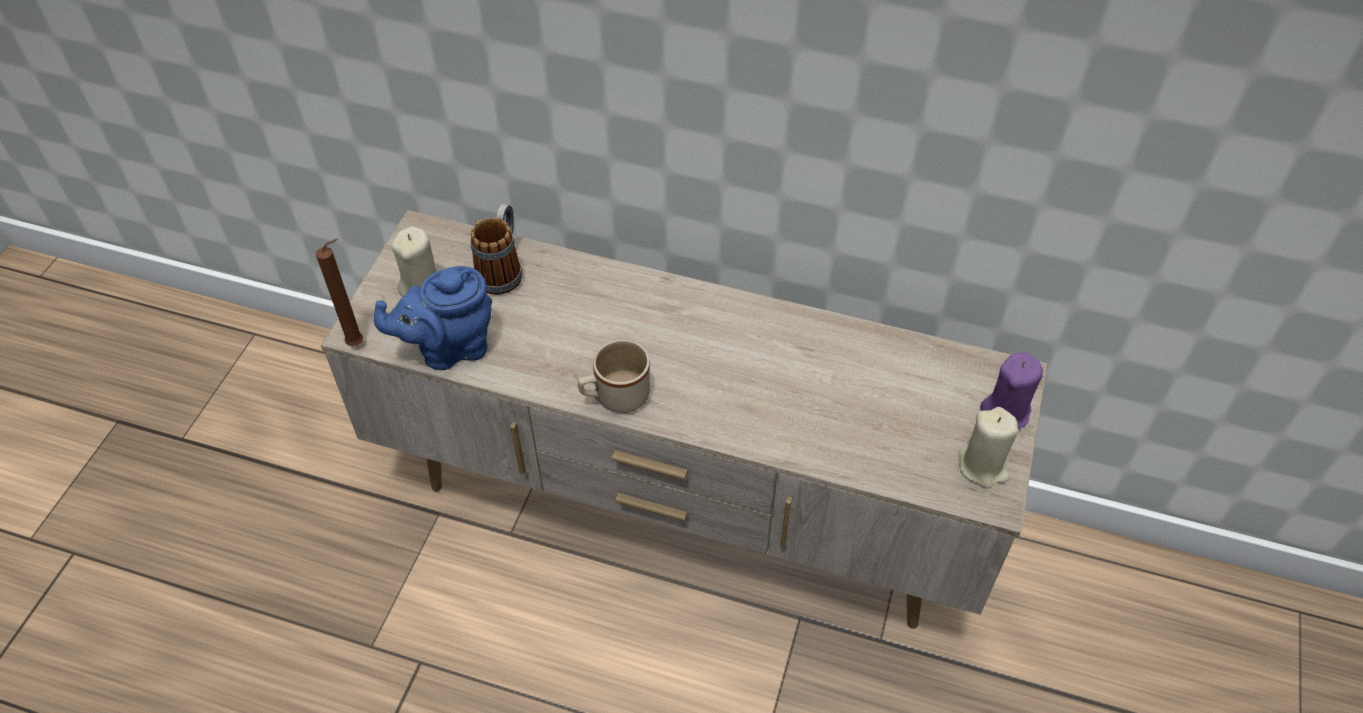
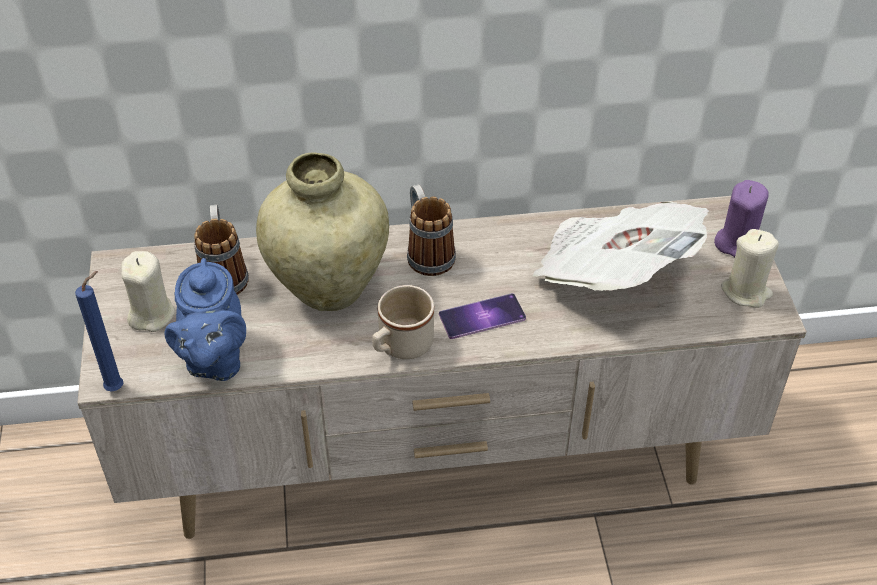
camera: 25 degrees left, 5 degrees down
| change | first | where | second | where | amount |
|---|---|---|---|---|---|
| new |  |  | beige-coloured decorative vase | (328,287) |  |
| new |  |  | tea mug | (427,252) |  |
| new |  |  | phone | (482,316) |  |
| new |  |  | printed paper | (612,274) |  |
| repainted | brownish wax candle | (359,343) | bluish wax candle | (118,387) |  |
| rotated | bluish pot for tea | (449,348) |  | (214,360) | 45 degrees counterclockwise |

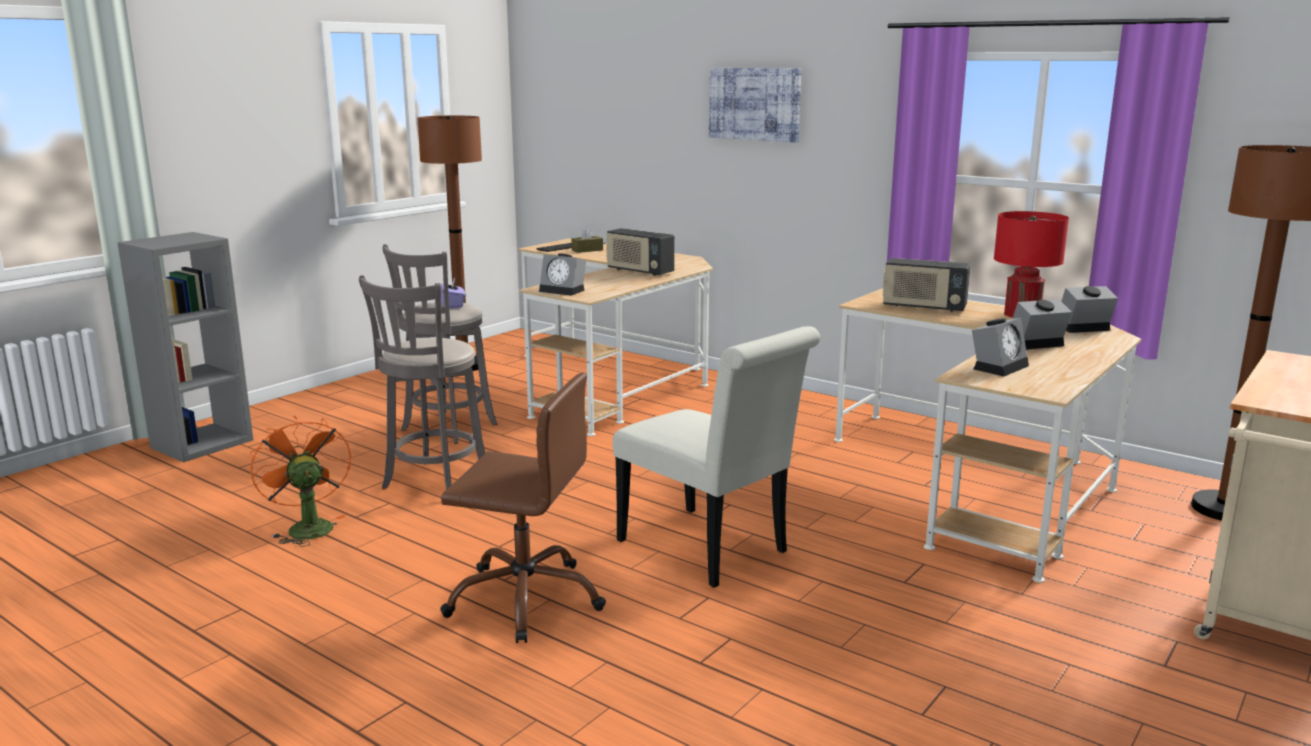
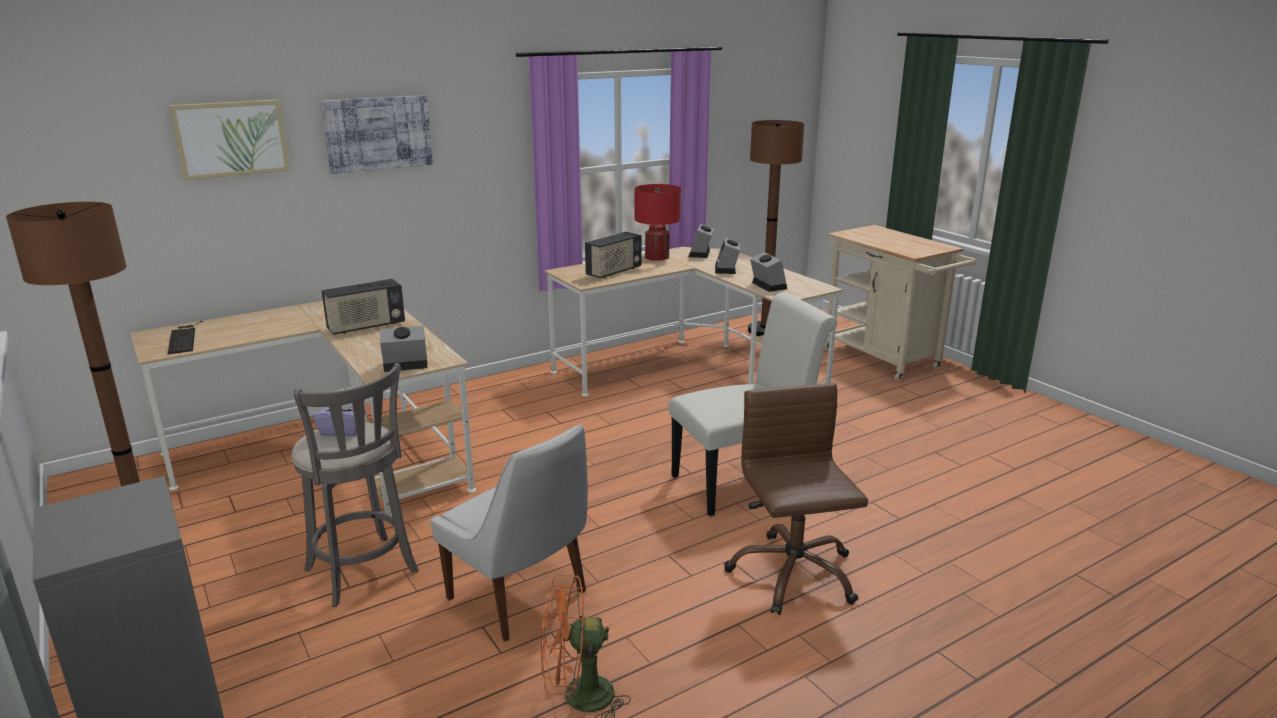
camera: 70 degrees left, 5 degrees up
| change | first | where | second | where | amount |
|---|---|---|---|---|---|
| gone | brownish box of tissues | (587,250) |  |  |  |
| new |  |  | wall picture | (231,138) |  |
| swapped | grey stool seat | (434,483) | white upright chair | (520,597) |  |
| rotated | brownish office chair | (525,599) |  | (792,574) | 45 degrees counterclockwise |
| rotated | table clock | (564,290) |  | (404,365) | 150 degrees counterclockwise |

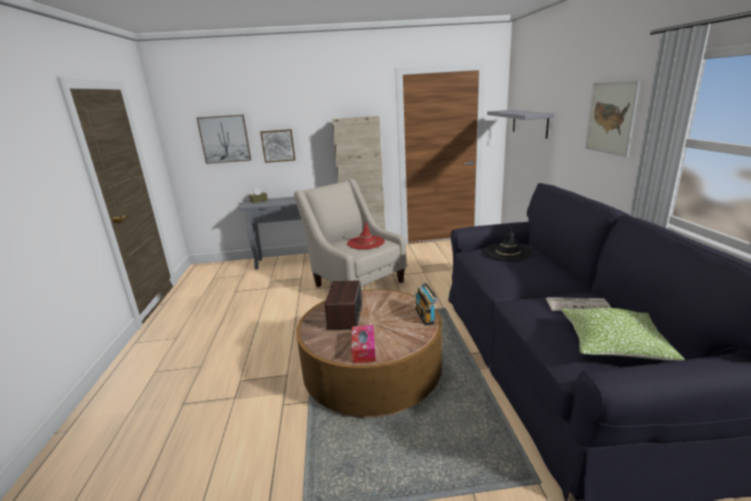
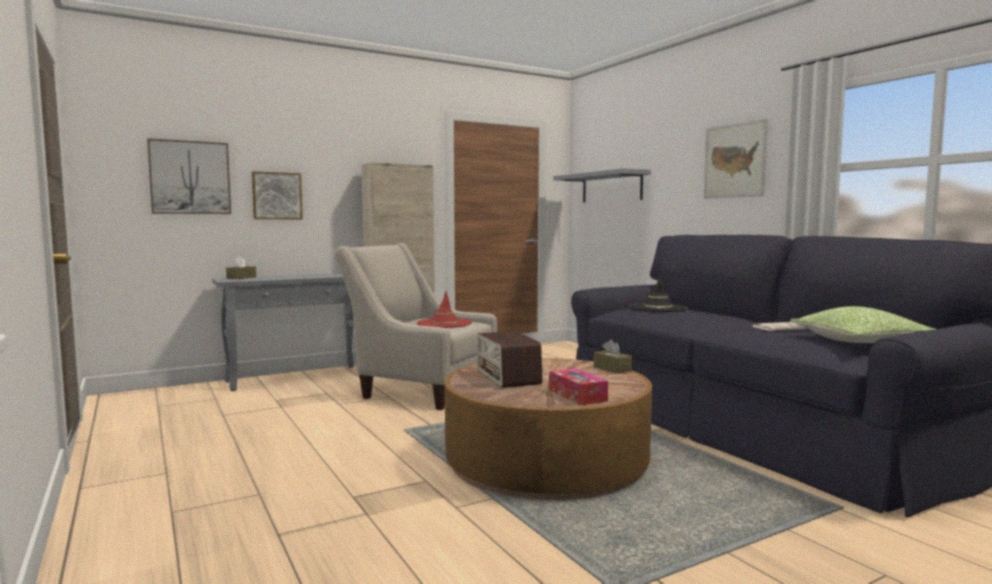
camera: 25 degrees left, 15 degrees down
| change | first | where | second | where | amount |
|---|---|---|---|---|---|
| swapped | radio | (426,315) | brownish box of tissues | (612,369) |  |

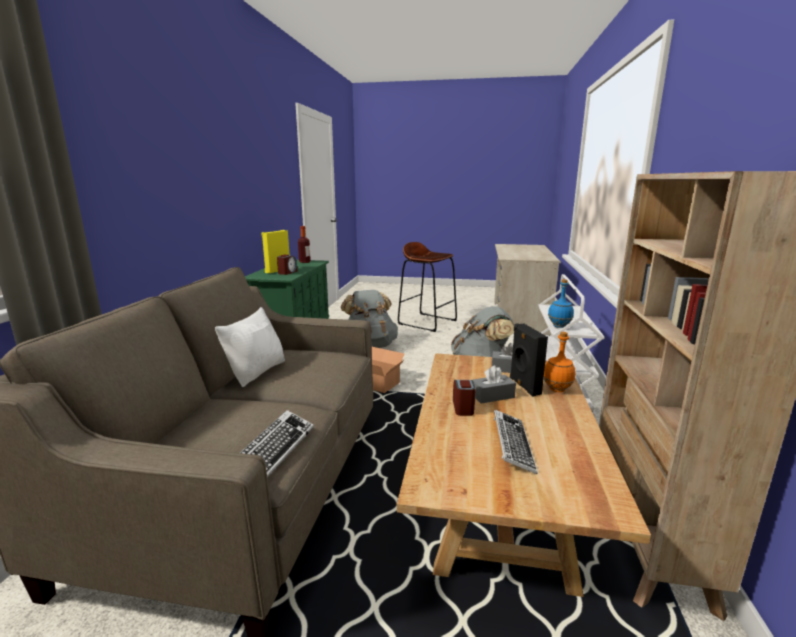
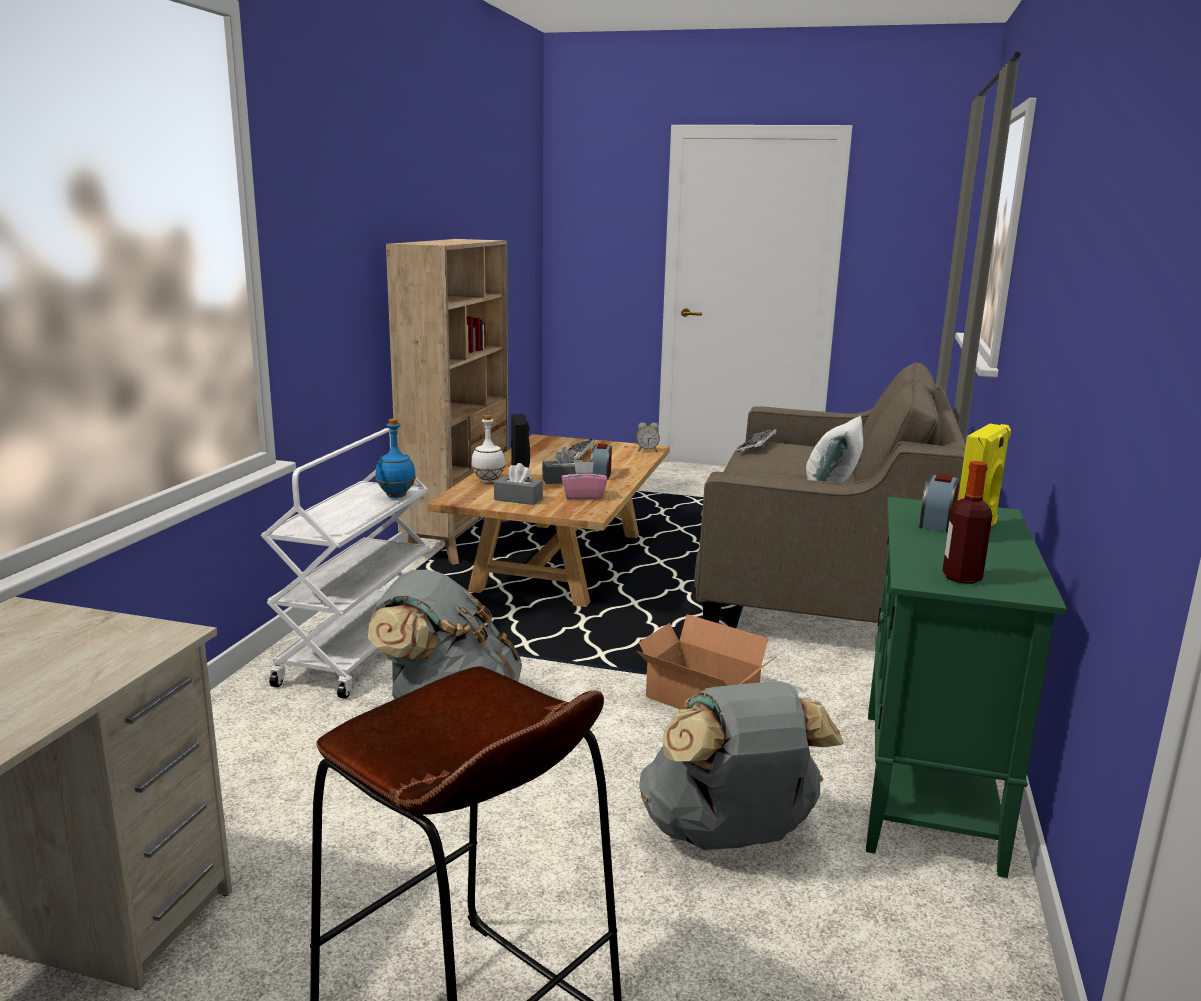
camera: 175 degrees left, 0 degrees up
| change | first | where | second | where | amount |
|---|---|---|---|---|---|
| new |  |  | pinkish box of tissues | (583,496) |  |
| new |  |  | table clock | (647,451) |  |
| repainted | orangey bottle | (557,390) | white bottle | (488,481) |  |

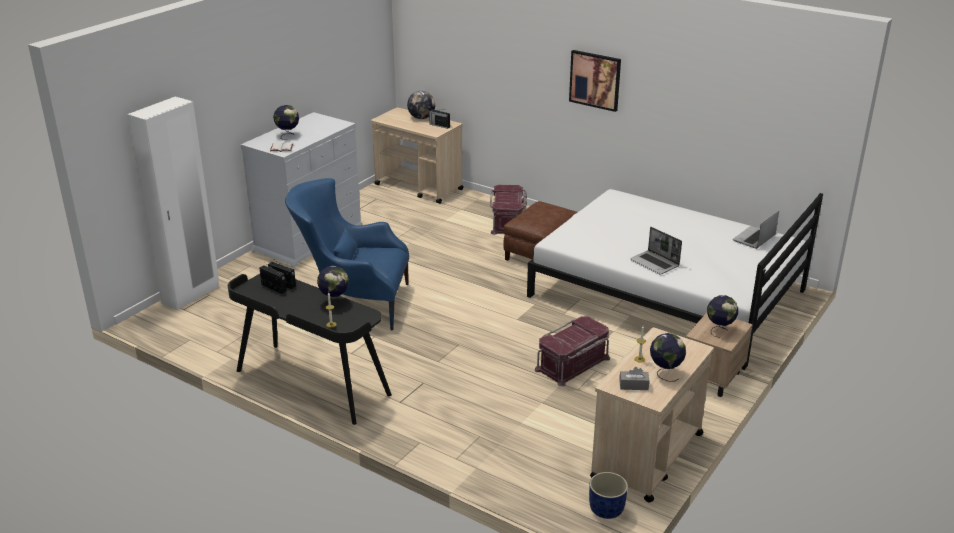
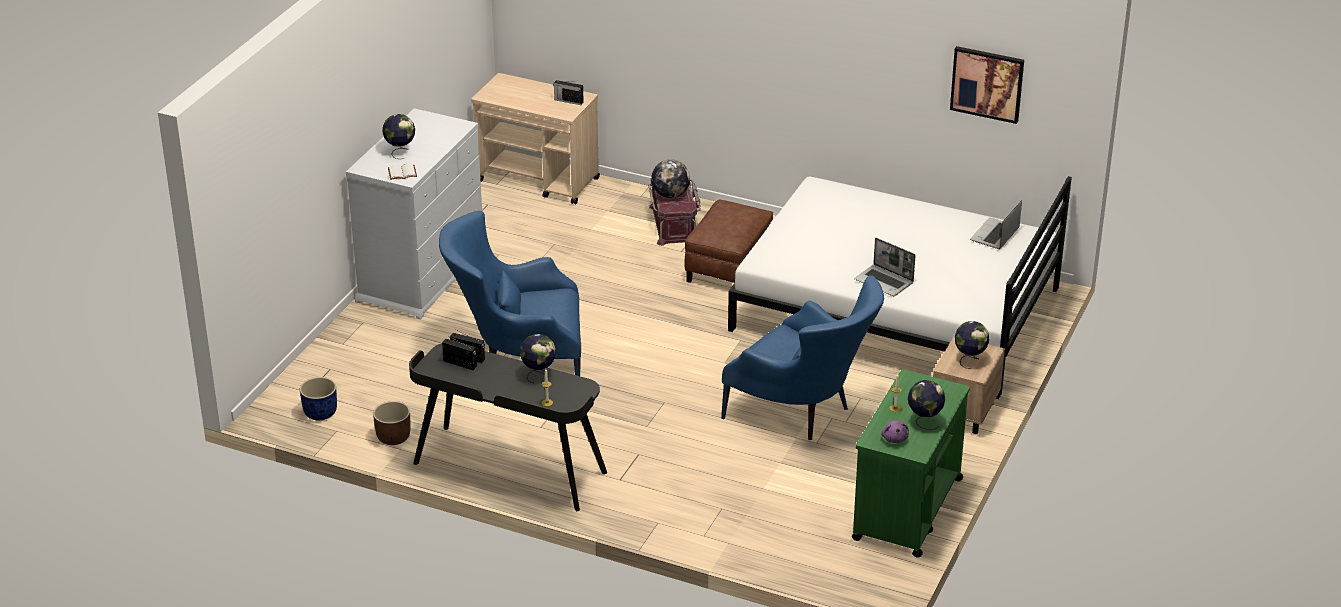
camera: 10 degrees left, 5 degrees up
| change | first | where | second | where | amount |
|---|---|---|---|---|---|
| gone | white armoire | (191,295) |  |  |  |
| new |  |  | brownish flower pot | (393,438) |  |
| shifted | desk globe | (421,118) |  | (670,195) |  |
| shifted | wall picture | (595,80) |  | (987,83) |  |
| shifted | bluish flower pot | (606,509) |  | (320,412) |  |
| swapped | reddish storage container | (573,364) | bluish easy chair | (804,413) |  |
| swapped | grey box of tissues | (633,385) | purple-coloured cuddly toy | (894,438) |  |
| repainted | beige-coloured trolley | (647,456) | green trolley | (907,509) |  |

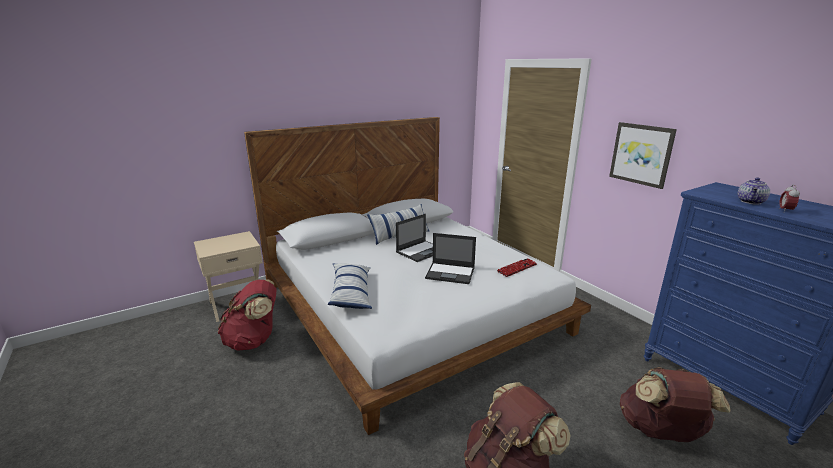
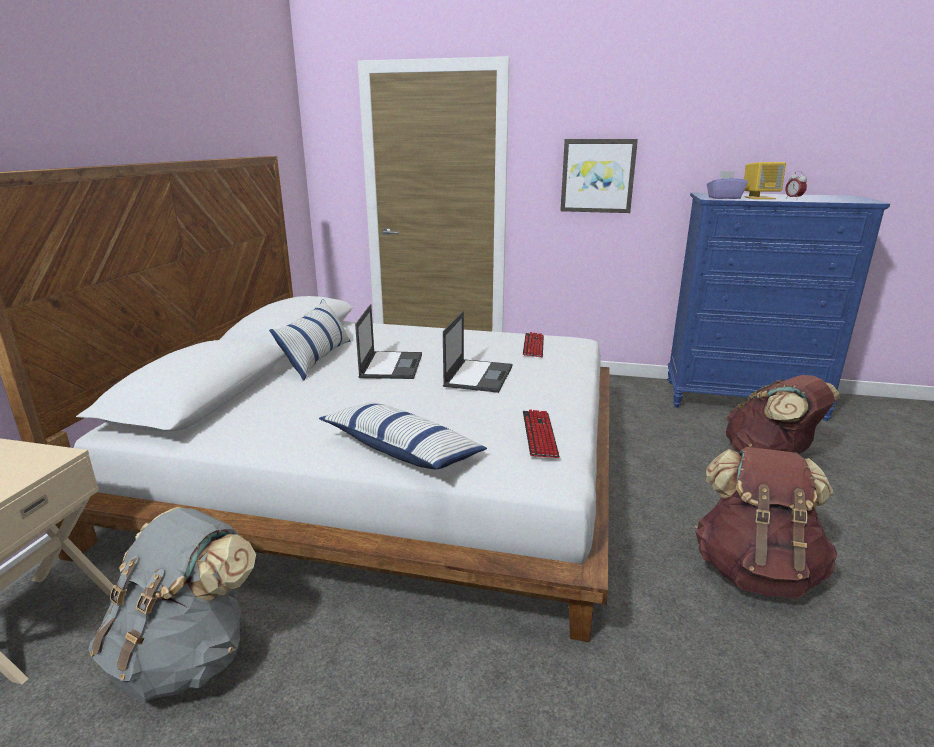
camera: 45 degrees left, 0 degrees up
| change | first | where | second | where | amount |
|---|---|---|---|---|---|
| new |  |  | PC keyboard | (539,434) |  |
| new |  |  | purple-coloured box of tissues | (724,198) |  |
| swapped | pot for tea | (751,202) | yellowish speaker | (759,198) |  |
| repainted | reddish backpack | (254,340) | grey backpack | (187,656) |  |
| rotated | portable computer | (451,273) |  | (478,376) | 45 degrees counterclockwise |

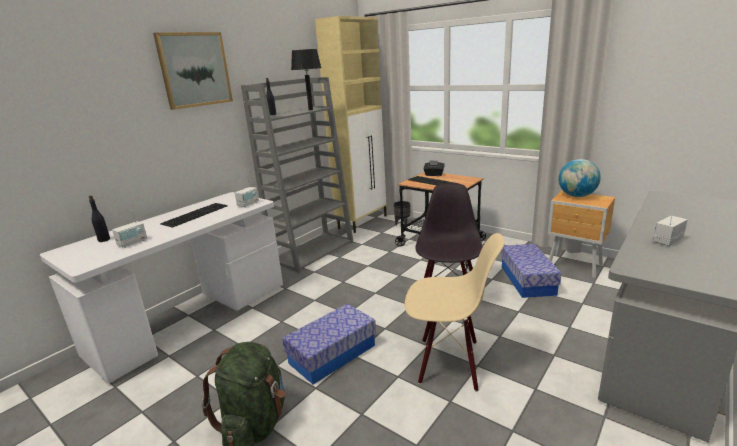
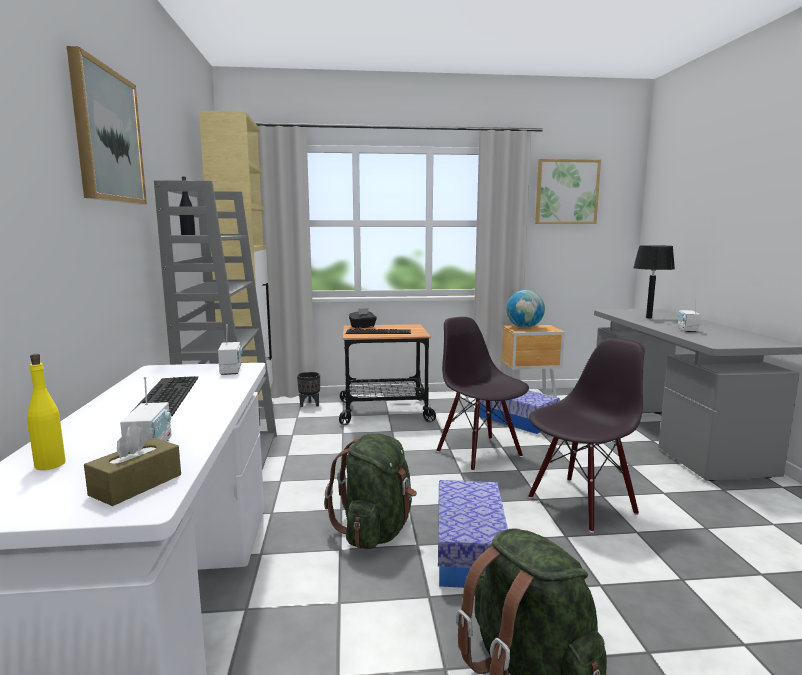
camera: 45 degrees left, 10 degrees down
| change | first | where | second | where | amount |
|---|---|---|---|---|---|
| new |  |  | brownish box of tissues | (136,485) |  |
| new |  |  | green backpack | (376,531) |  |
| new |  |  | wall picture | (566,192) |  |
| shifted | black-coloured tabletop lamp | (310,110) |  | (648,317) |  |
| repainted | black-coloured bottle | (104,240) | yellowish bottle | (49,464) |  |
| repainted | beige-coloured upright chair | (449,363) | black-coloured upright chair | (581,504) |  |

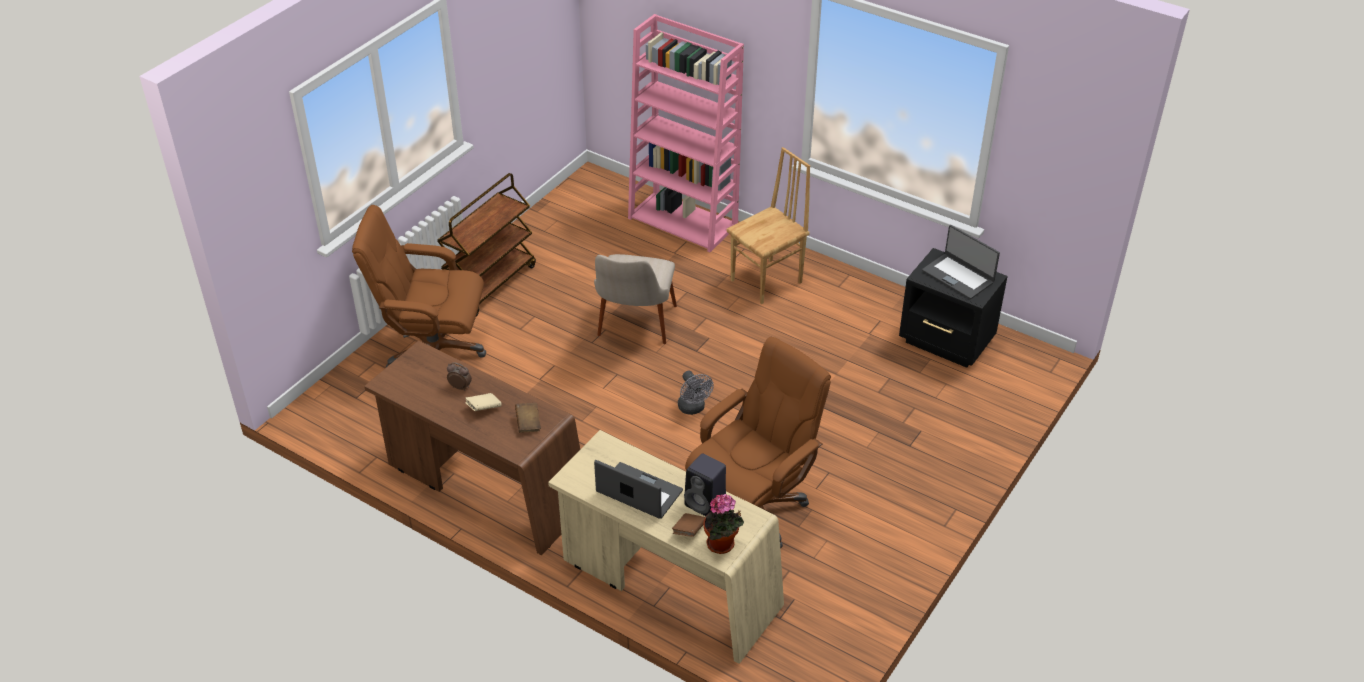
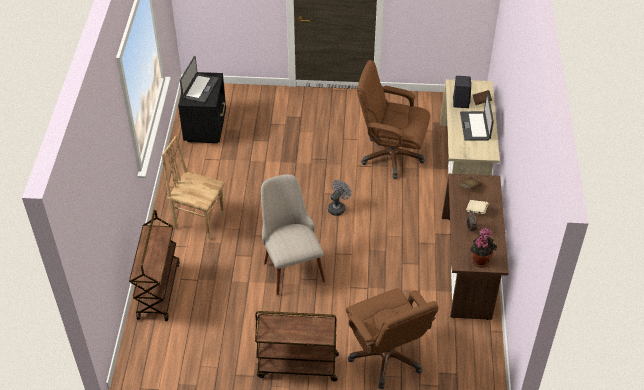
camera: 120 degrees left, 5 degrees up
| change | first | where | second | where | amount |
|---|---|---|---|---|---|
| shifted | houseplant | (722,545) |  | (480,260) |  |
| swapped | pinkish shelving unit | (684,222) | brownish trolley | (158,290) |  |
| rotated | beige-coloured upright chair | (634,330) |  | (290,264) | 90 degrees counterclockwise |

